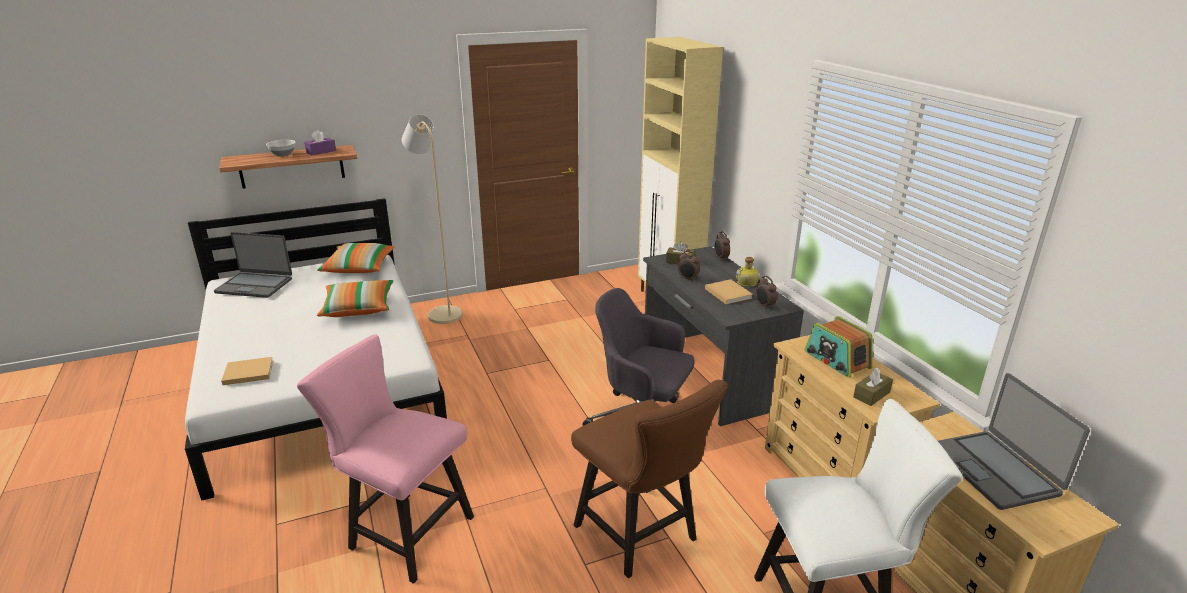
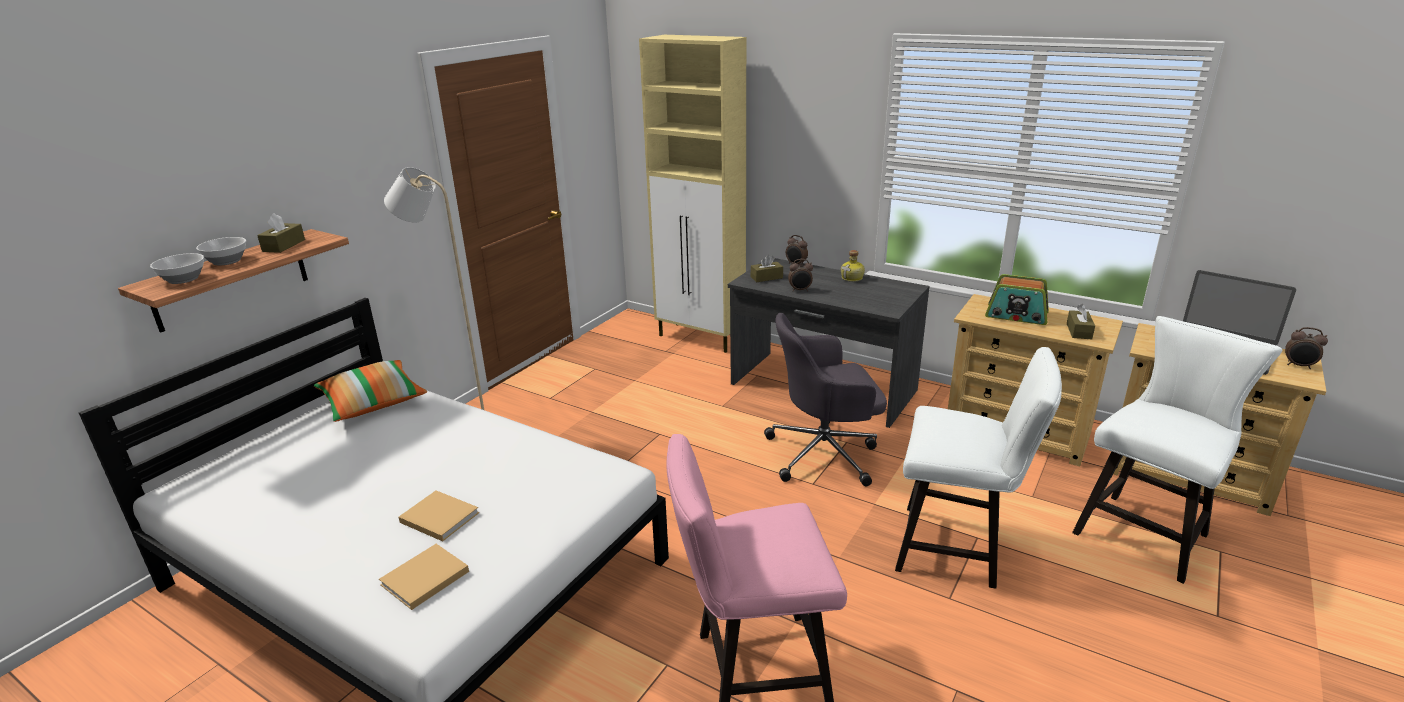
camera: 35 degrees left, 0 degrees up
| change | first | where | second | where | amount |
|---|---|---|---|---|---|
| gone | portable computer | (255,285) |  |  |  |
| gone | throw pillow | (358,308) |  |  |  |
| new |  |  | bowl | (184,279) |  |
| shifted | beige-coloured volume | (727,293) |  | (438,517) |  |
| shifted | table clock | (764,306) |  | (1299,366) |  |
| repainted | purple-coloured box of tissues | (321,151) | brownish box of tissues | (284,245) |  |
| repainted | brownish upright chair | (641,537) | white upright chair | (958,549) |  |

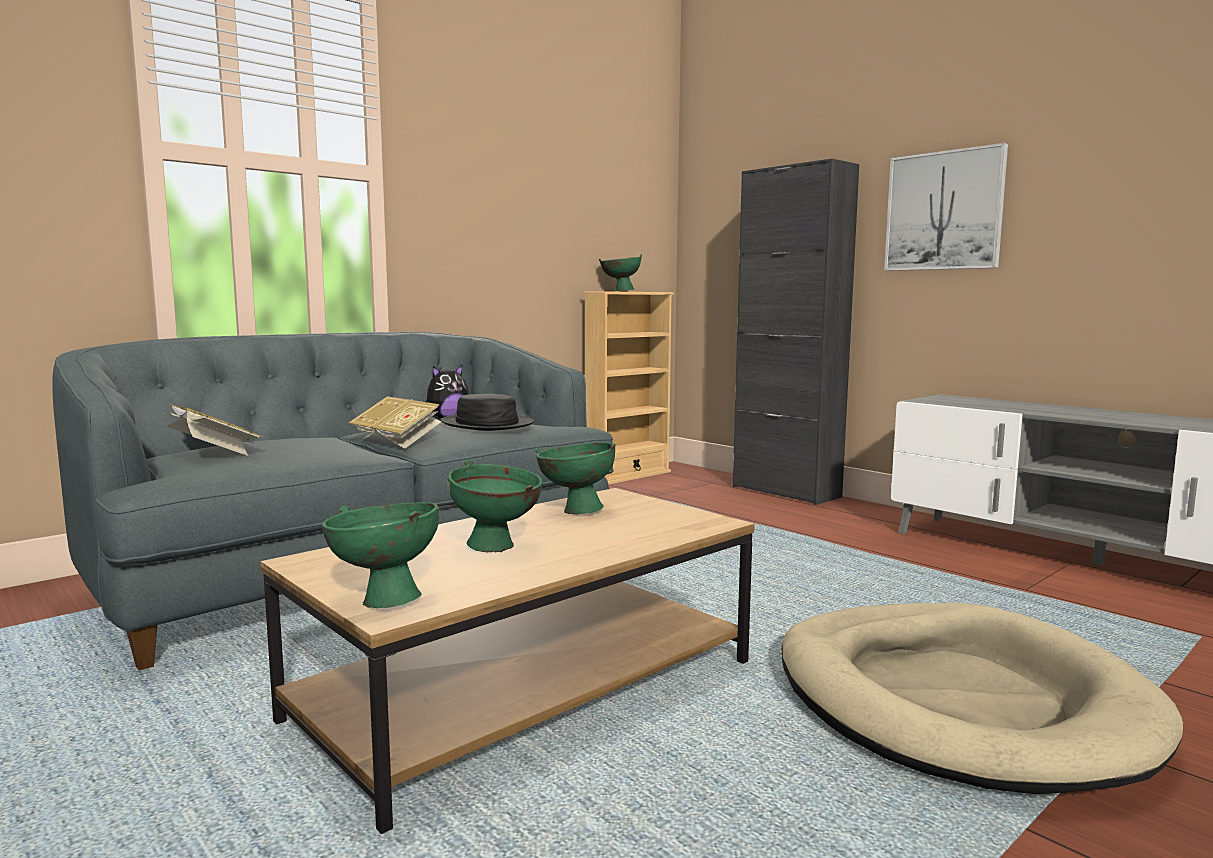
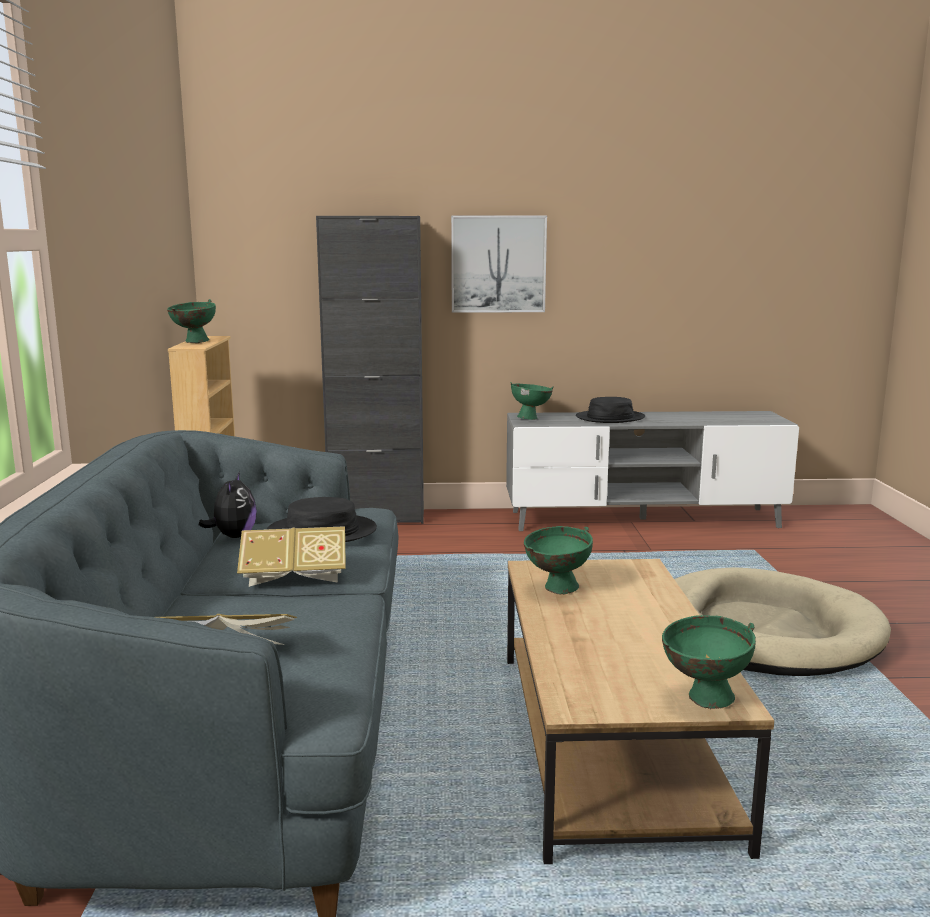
camera: 50 degrees left, 5 degrees up
| change | first | where | second | where | amount |
|---|---|---|---|---|---|
| new |  |  | black-coloured clothing hat | (610,418) |  |
| shifted | green bowl | (498,548) |  | (532,418) |  |

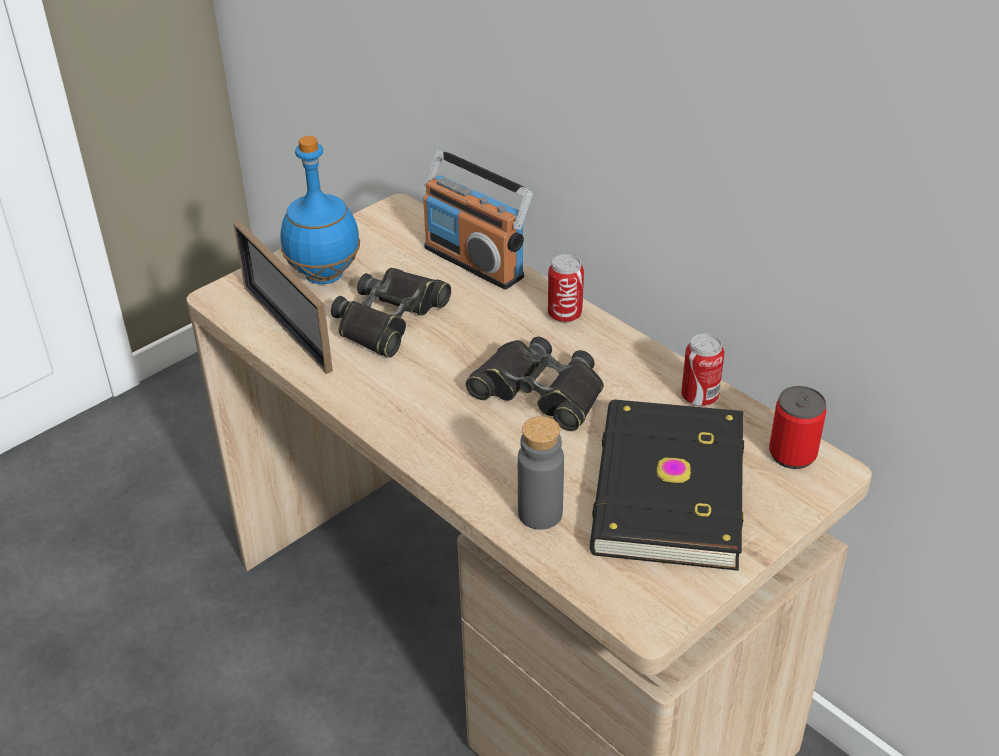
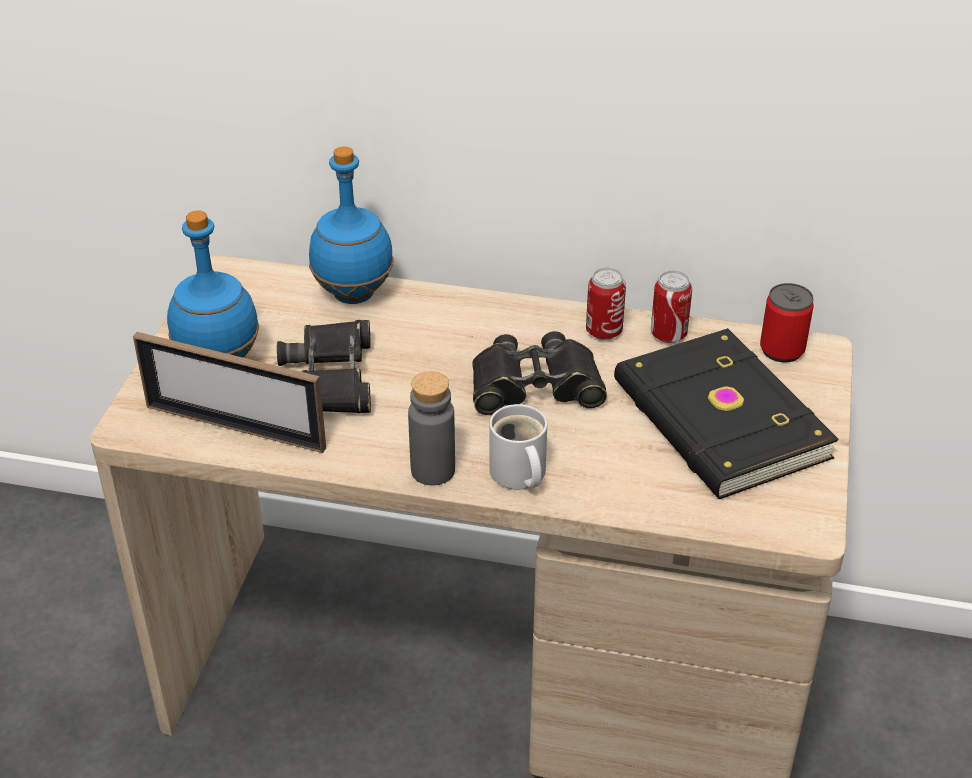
camera: 35 degrees left, 0 degrees up
| change | first | where | second | where | amount |
|---|---|---|---|---|---|
| new |  |  | white tea mug | (517,475) |  |
| shifted | grey bottle | (540,513) |  | (433,470) |  |
| shifted | sealed can | (565,315) |  | (603,331) |  |
| swapped | radio | (475,262) | bluish bottle | (355,294) |  |

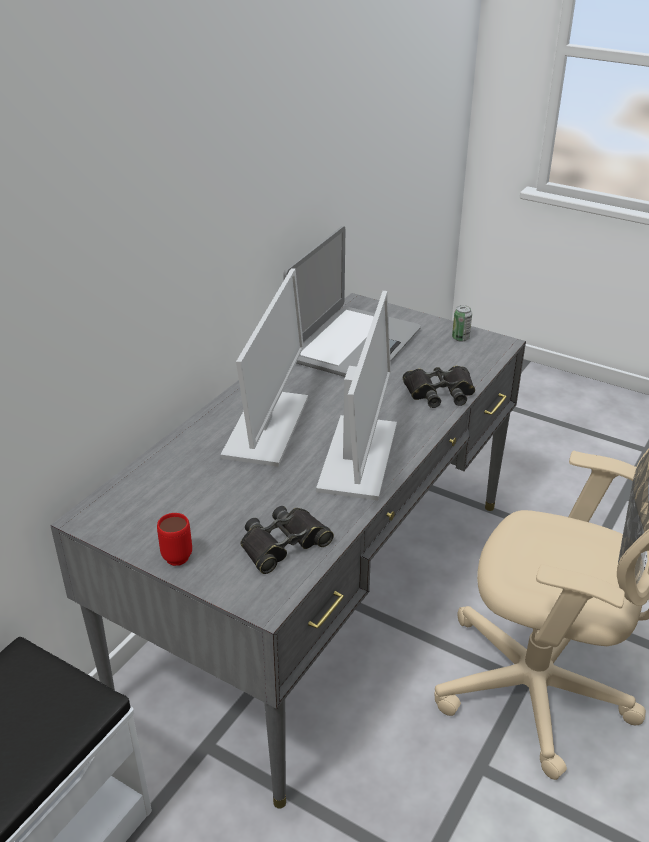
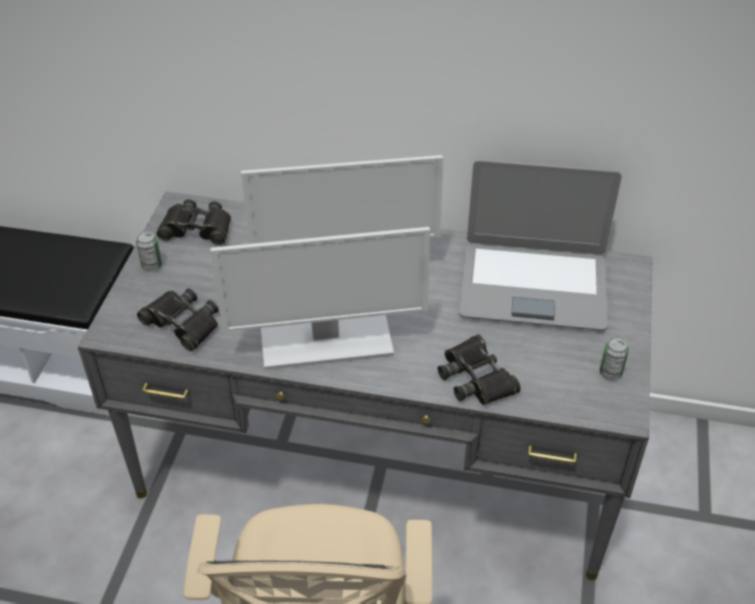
camera: 70 degrees right, 10 degrees up
| change | first | where | second | where | amount |
|---|---|---|---|---|---|
| new |  |  | black-coloured field glasses | (197,229) |  |
| swapped | reddish tea mug | (175,554) | sealed can | (152,266) |  |

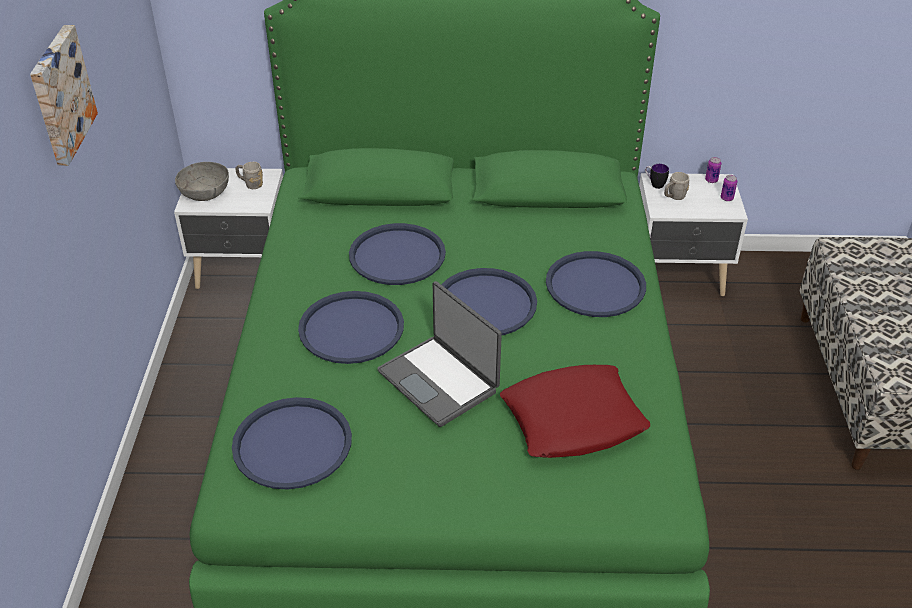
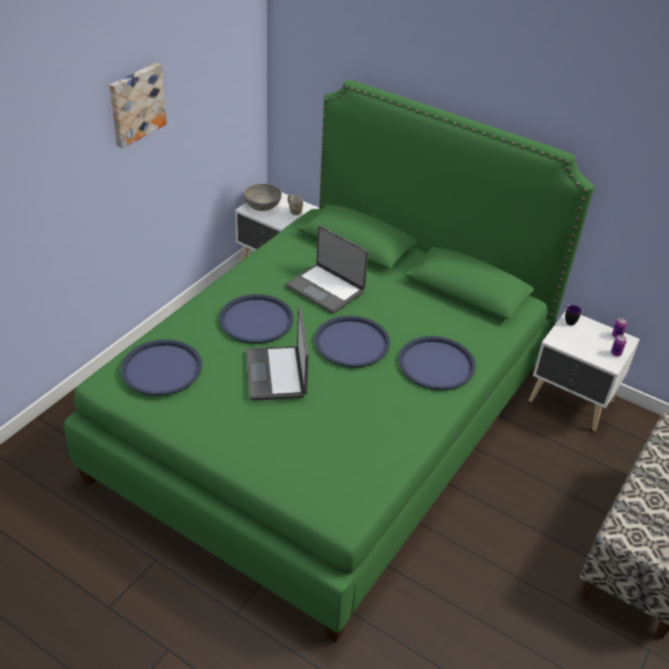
camera: 30 degrees right, 0 degrees up
| change | first | where | second | where | amount |
|---|---|---|---|---|---|
| gone | reddish throw pillow | (573,419) |  |  |  |
| gone | grey tea mug | (674,197) |  |  |  |
| swapped | bluish serving tray | (397,255) | portable computer | (326,289) |  |

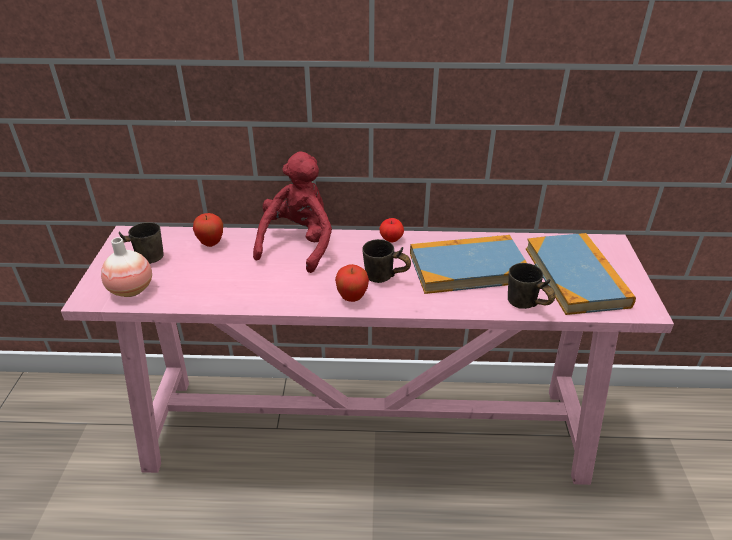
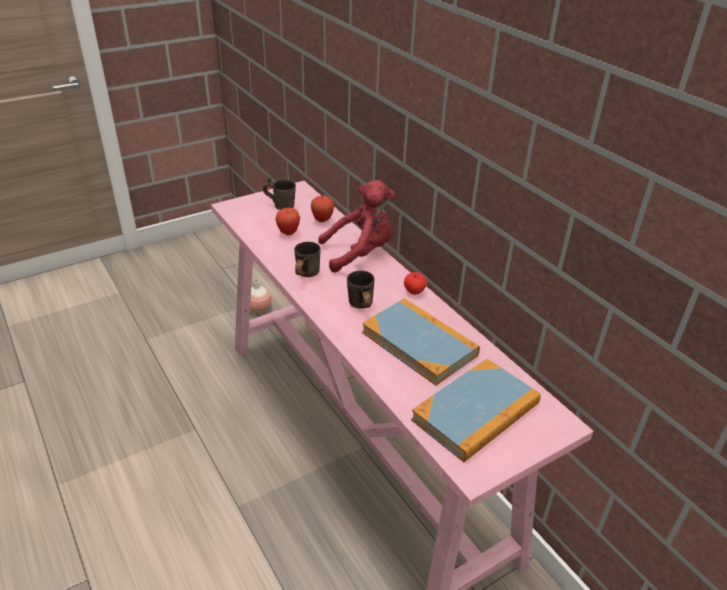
camera: 55 degrees right, 0 degrees up
| change | first | where | second | where | amount |
|---|---|---|---|---|---|
| shifted | decorative vase | (131,290) |  | (258,308) |  |
| shifted | apple | (352,298) |  | (288,233) |  |
| shifted | grey tea mug | (524,306) |  | (303,275) |  |

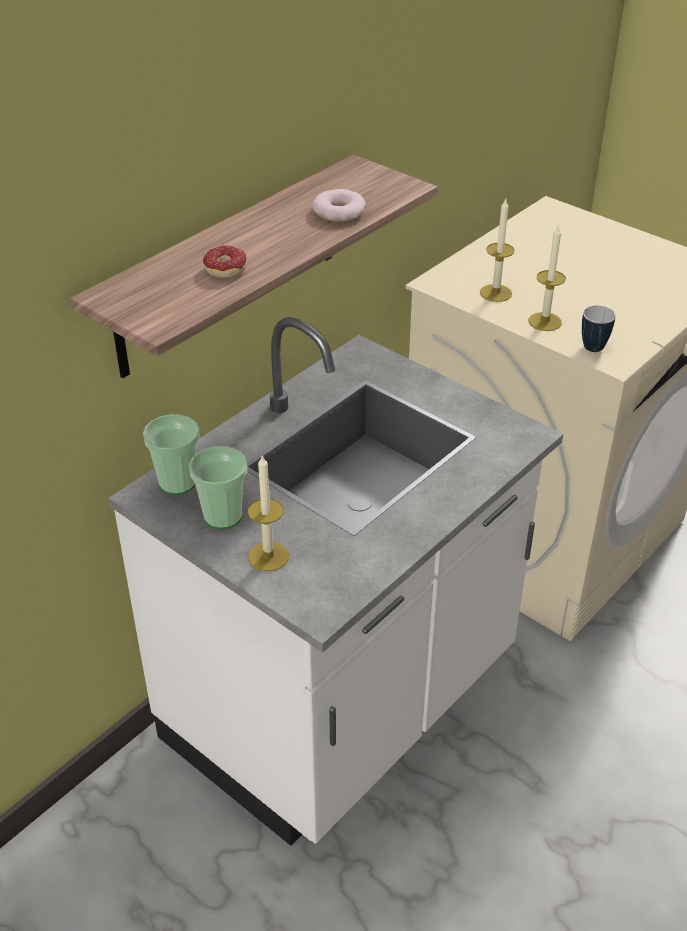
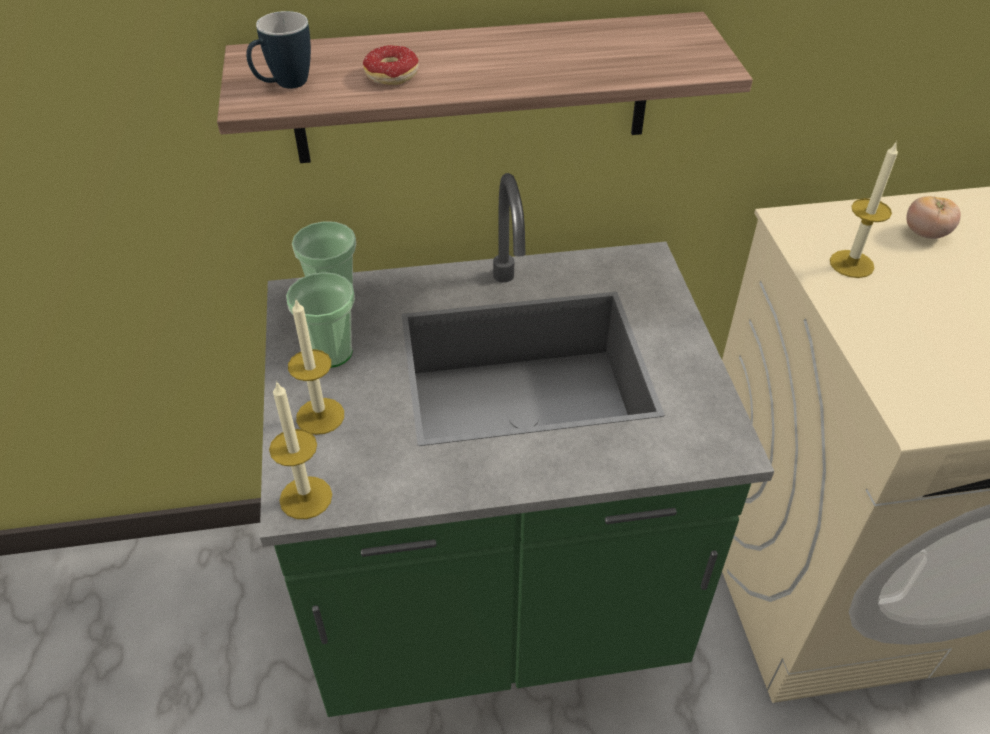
camera: 40 degrees right, 5 degrees up
| change | first | where | second | where | amount |
|---|---|---|---|---|---|
| gone | doughnut | (339,211) |  |  |  |
| new |  |  | whole tomato | (925,233) |  |
| shifted | wax candle | (545,321) |  | (306,497) |  |
| shifted | tea mug | (594,351) |  | (284,86) |  |
| repainted | white kitchen base unit | (343,703) | green kitchen base unit | (495,605) |  |

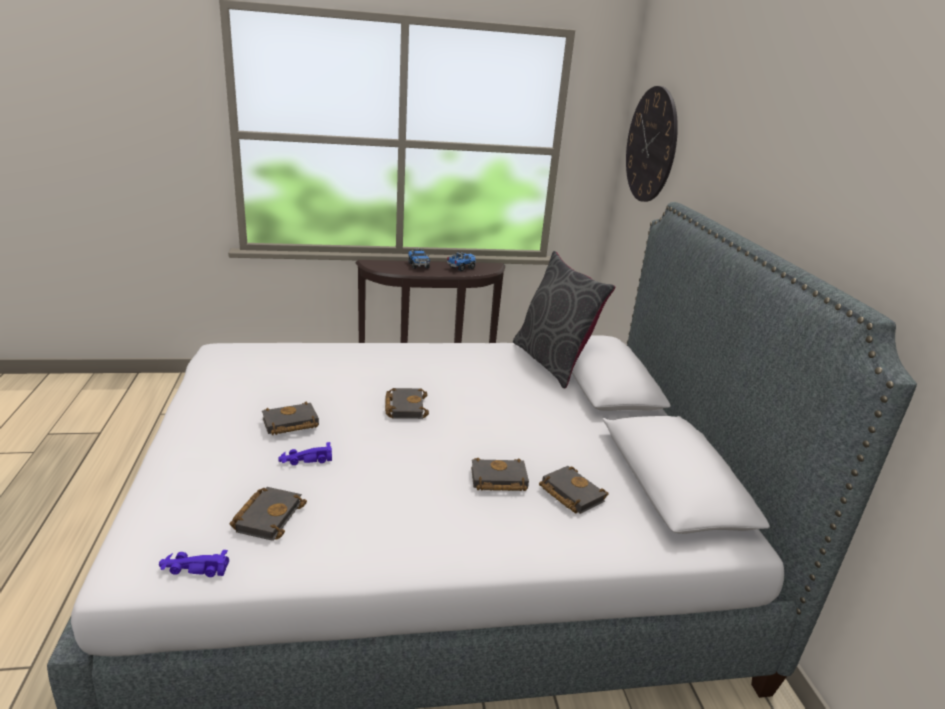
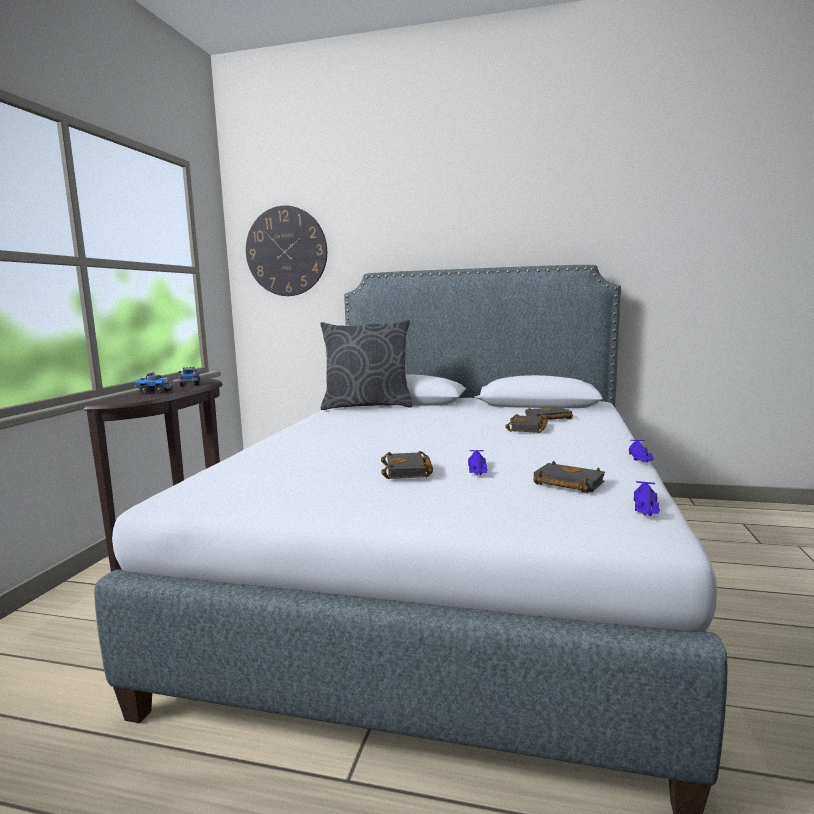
camera: 65 degrees left, 15 degrees down
| change | first | where | second | where | amount |
|---|---|---|---|---|---|
| gone | black-coloured volume | (404,406) |  |  |  |
| new |  |  | purple-coloured model car | (640,458) |  |

